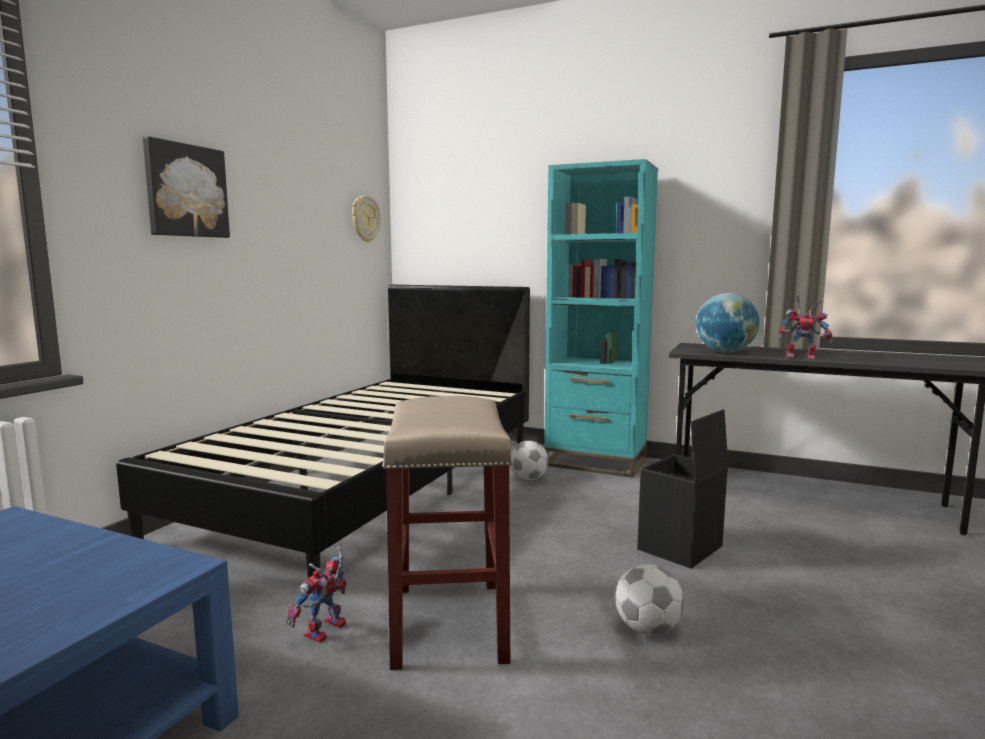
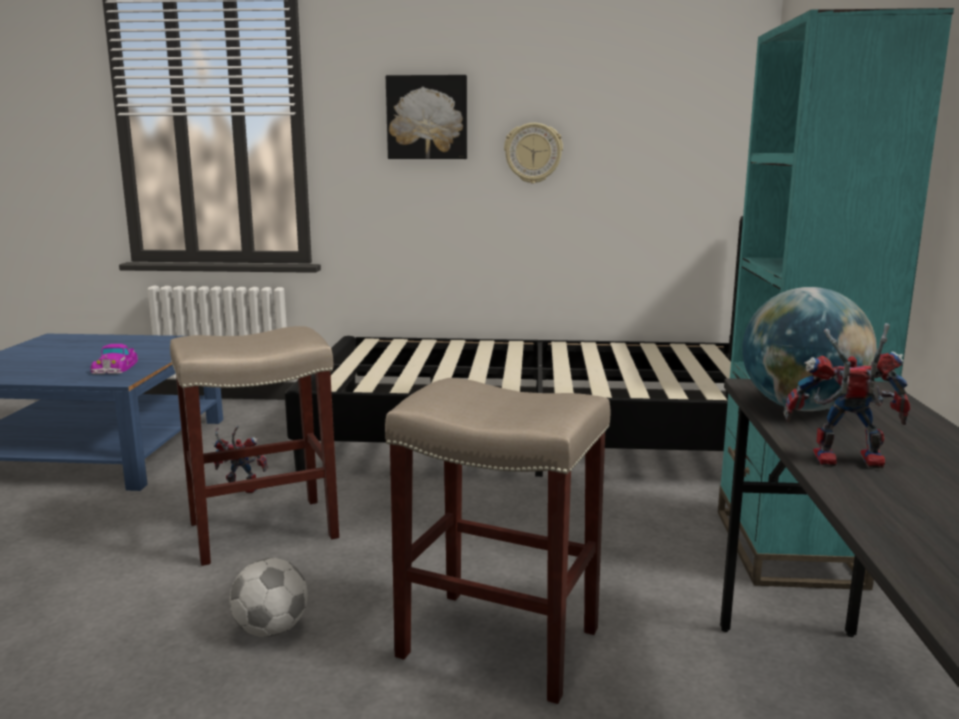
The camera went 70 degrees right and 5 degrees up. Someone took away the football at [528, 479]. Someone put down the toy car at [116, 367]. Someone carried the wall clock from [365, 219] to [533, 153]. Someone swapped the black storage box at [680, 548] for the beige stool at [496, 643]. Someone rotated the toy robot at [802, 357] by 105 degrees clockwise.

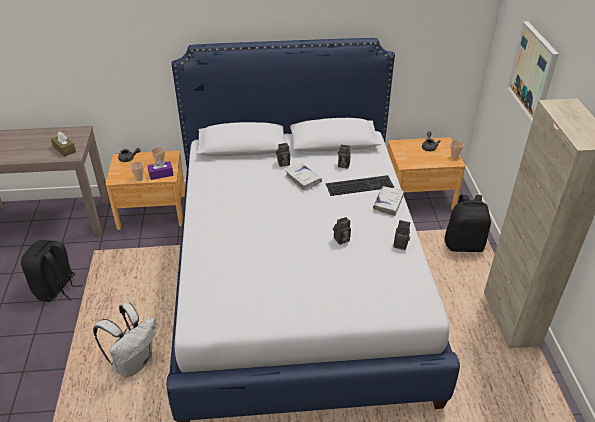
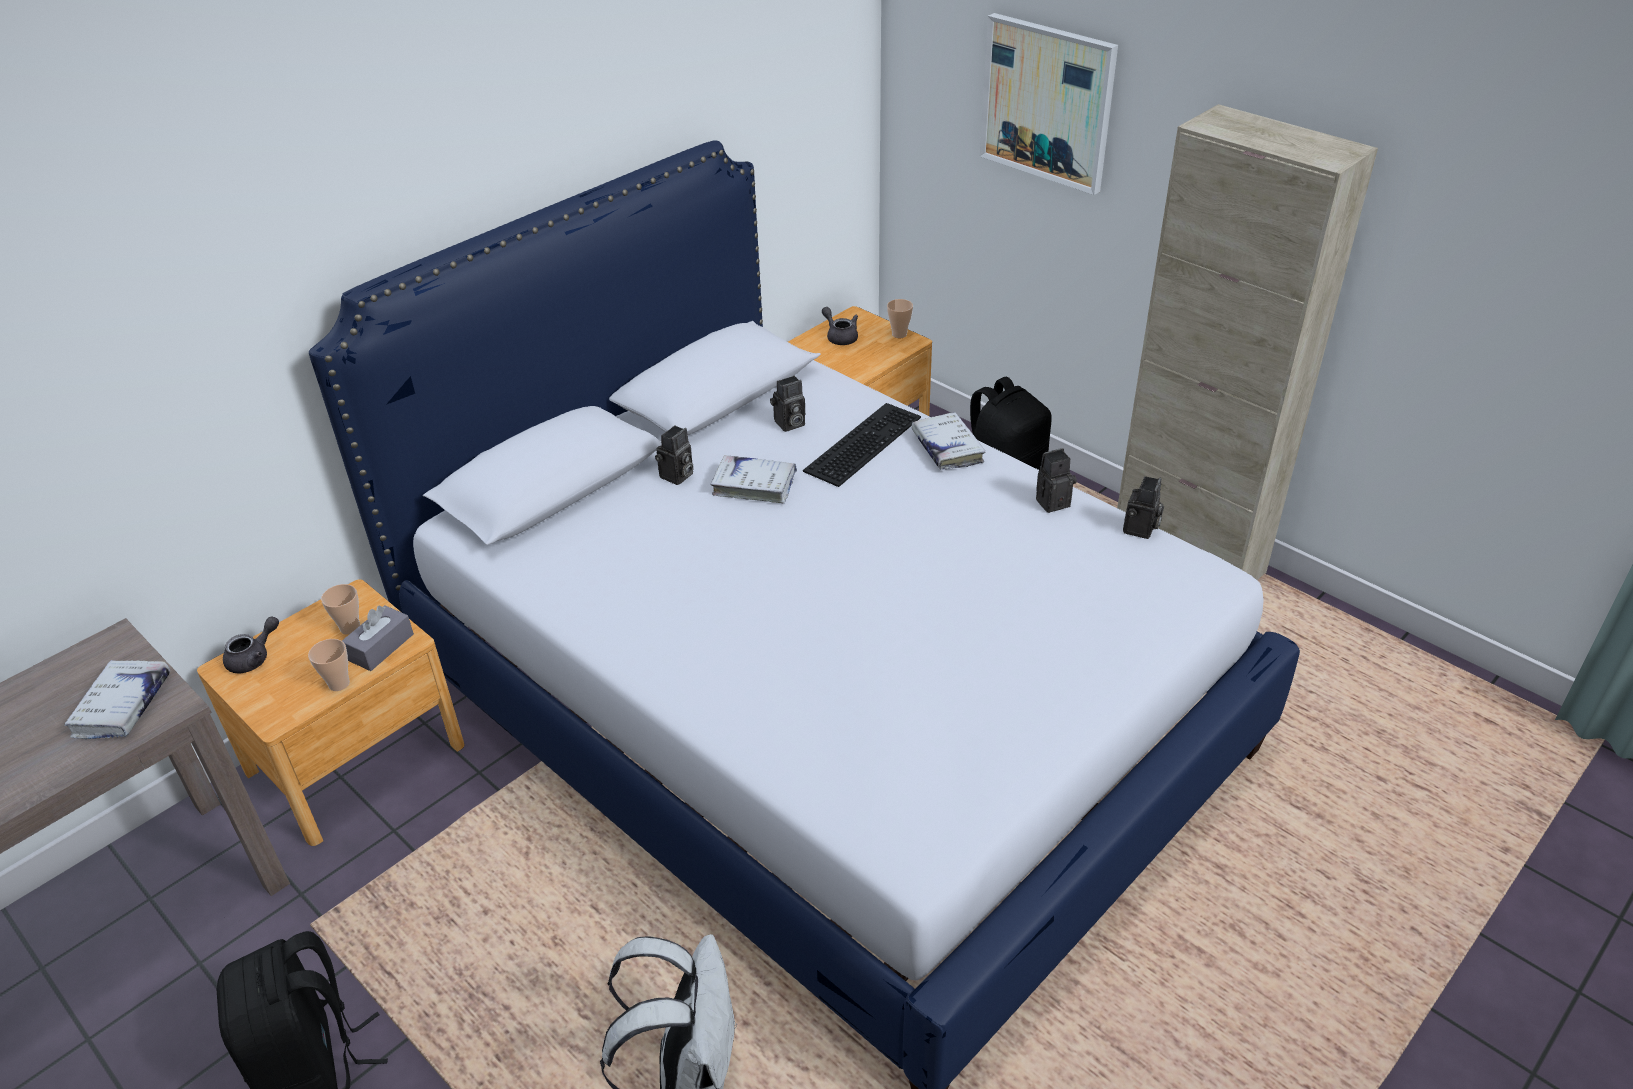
The camera went 40 degrees left and 0 degrees up. Someone carried the photo camera from [341, 240] to [1140, 530]. Someone swapped the brown tissue box at [64, 149] for the white book at [123, 706]. Someone repainted the purple tissue box at [161, 174], which became the grey tissue box at [381, 647].

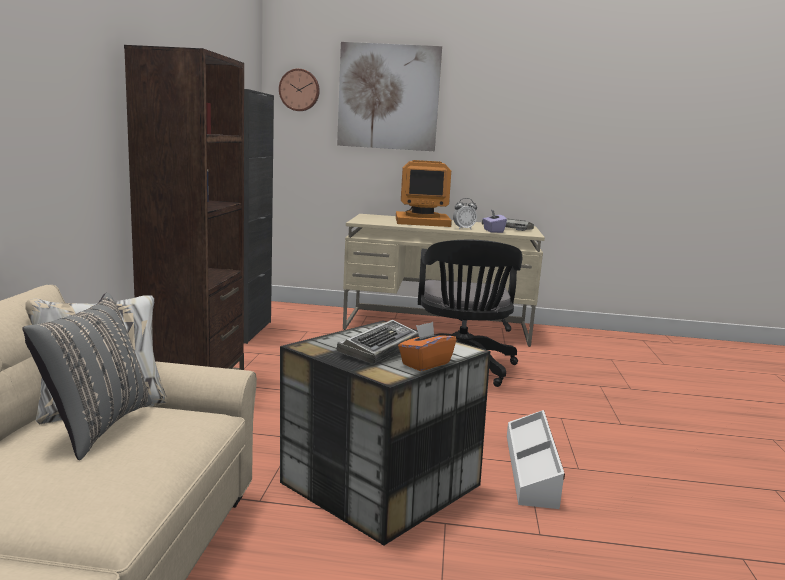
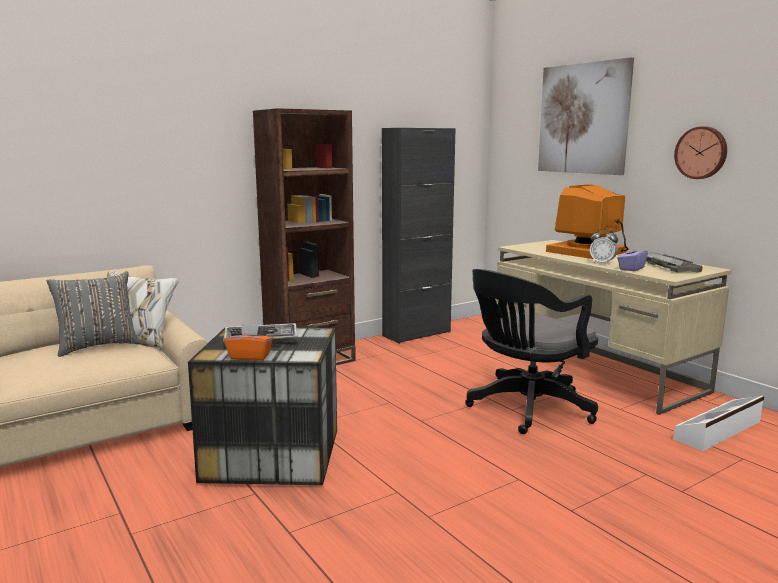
The camera went 50 degrees right and 0 degrees up. Someone carried the wall clock from [299, 90] to [701, 153]. Someone carried the white storage box from [532, 469] to [719, 430]. Someone rotated the monitor at [422, 221] by 90 degrees clockwise.

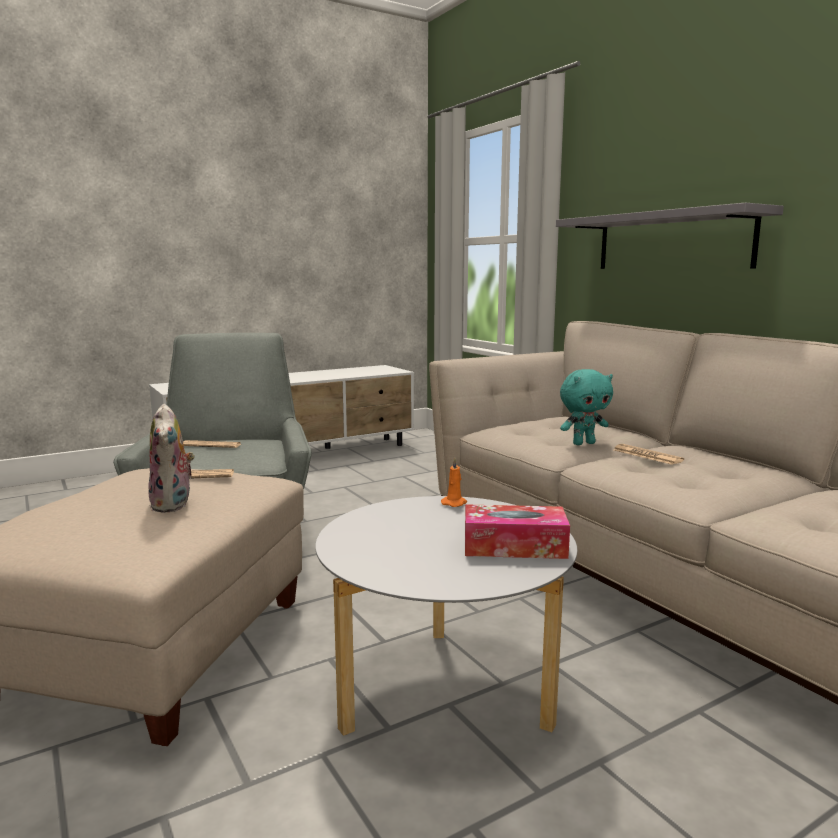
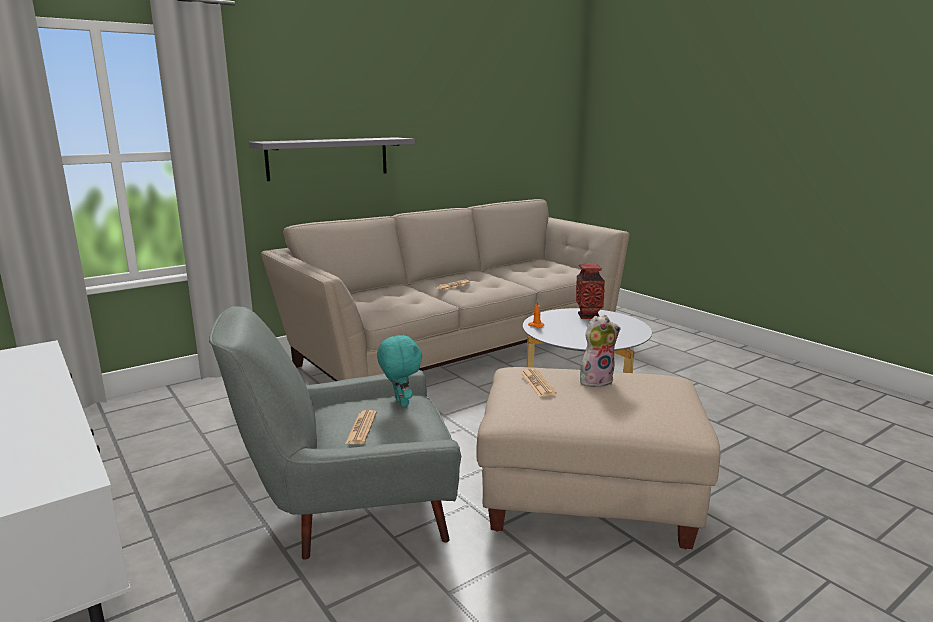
The camera went 95 degrees left and 5 degrees up. Someone carried the turquoise plush toy from [583, 443] to [400, 402]. Someone swapped the tissue box at [514, 546] for the vase at [588, 316].

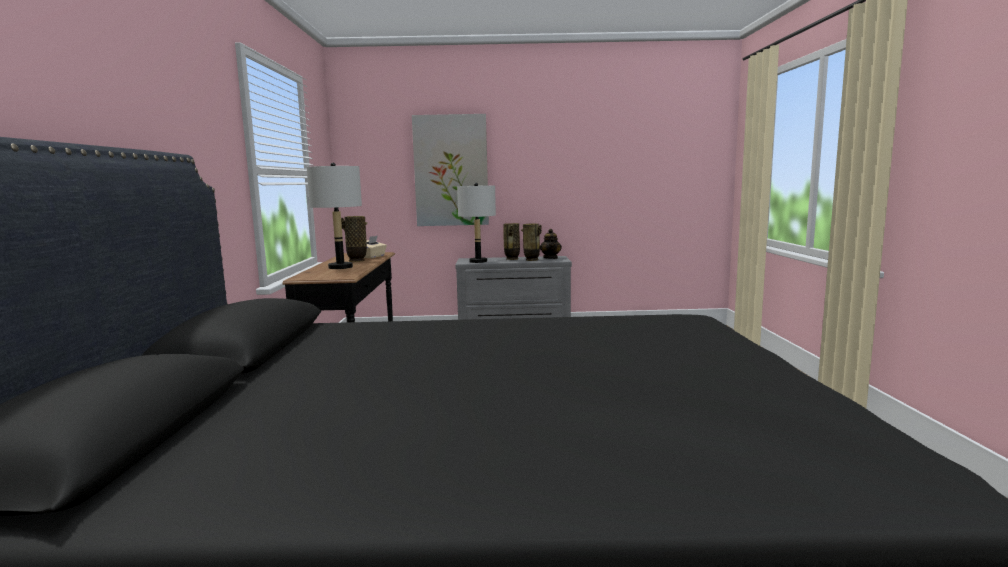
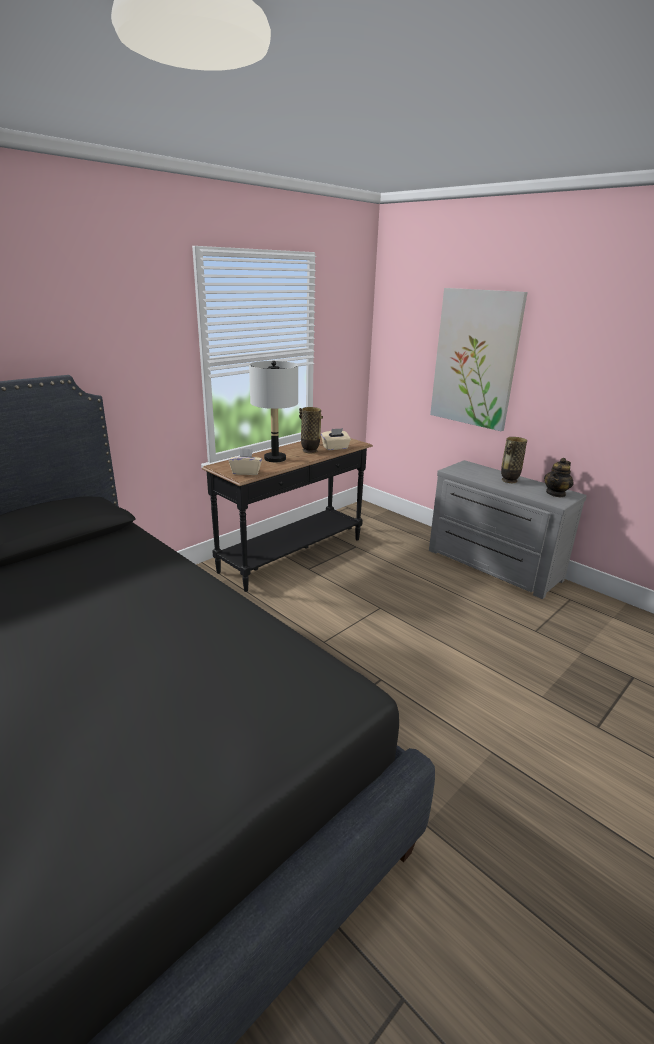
The camera went 45 degrees right and 15 degrees up. Someone took away the grey table lamp at [478, 261]. Someone took away the vase at [532, 260]. Someone put down the beige tissue box at [246, 472].

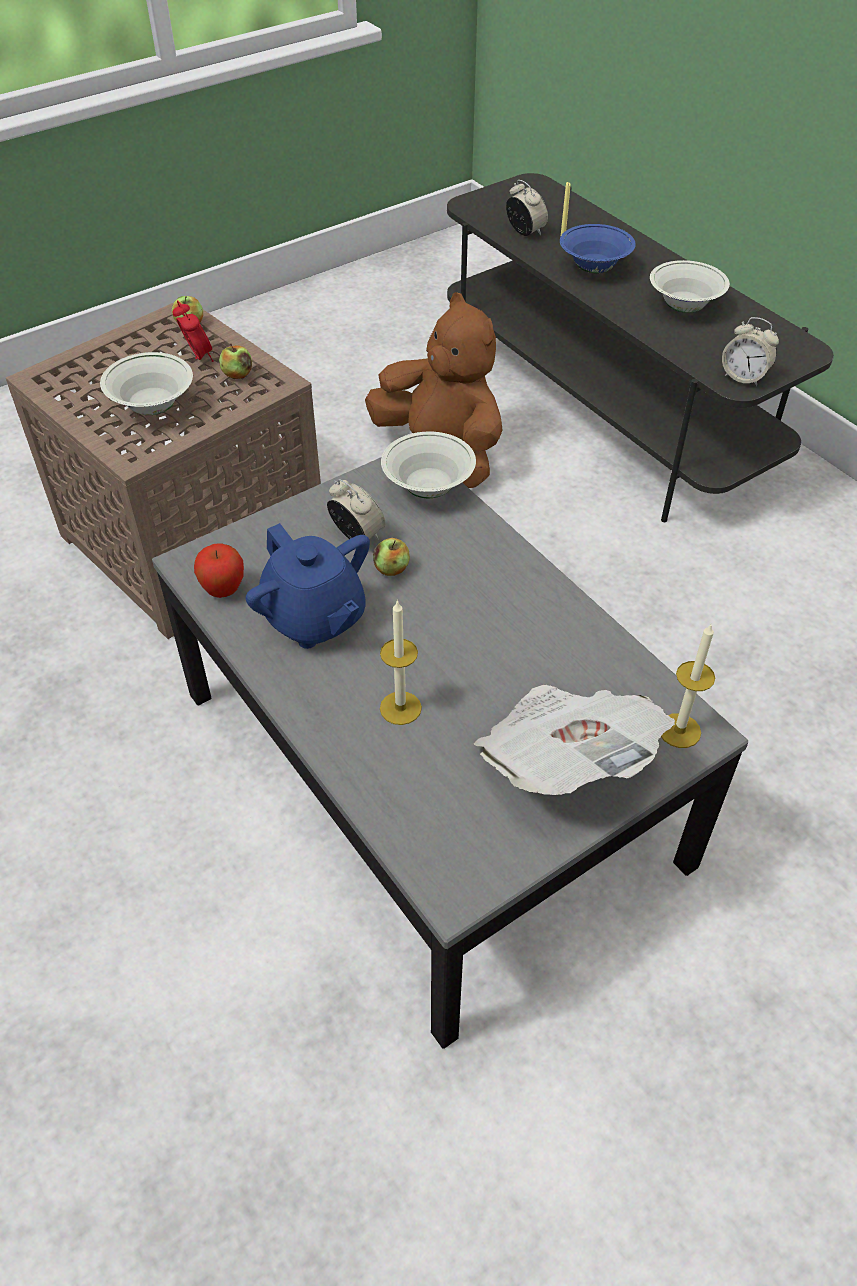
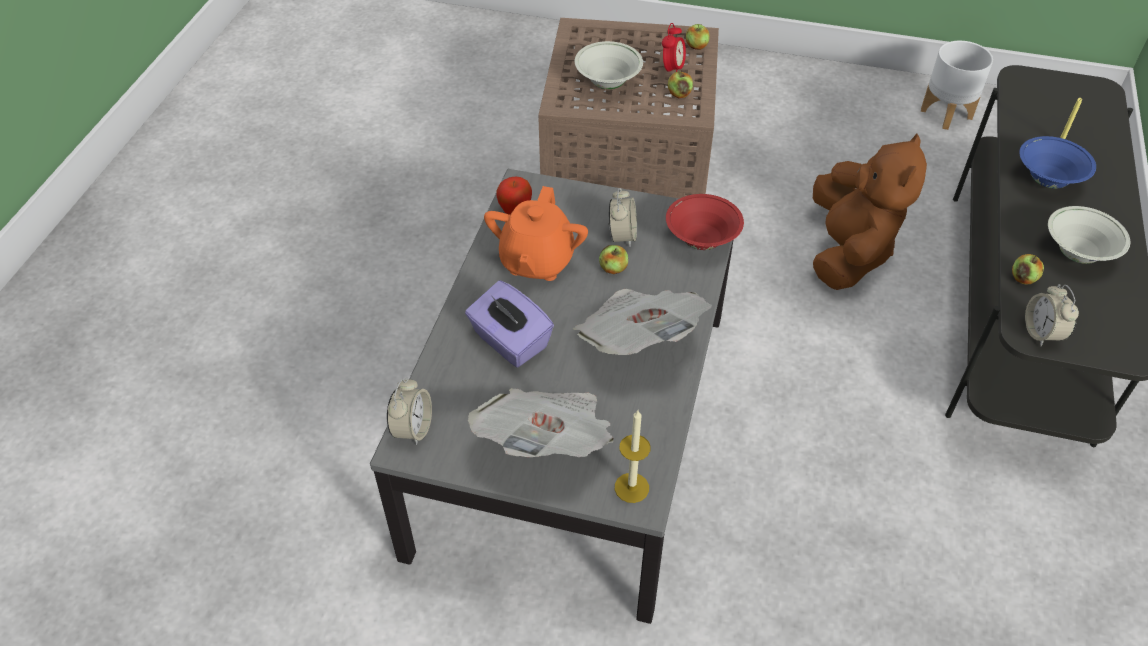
The camera went 50 degrees right and 0 degrees up. Someone put down the newspaper at [638, 340]. Someone put down the white planter at [945, 114]. Someone put down the apple at [1023, 278]. Someone carried the alarm clock from [525, 232] to [412, 429]. Someone swapped the candle at [400, 708] for the purple tissue box at [510, 341]. Someone repainted the blue teapot at [314, 618], which became the orange teapot at [536, 261]. Someone repainted the white bowl at [428, 489], which became the red bowl at [701, 241].

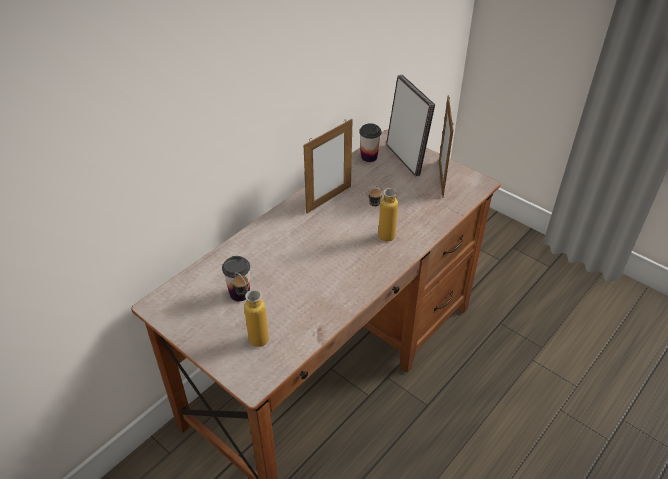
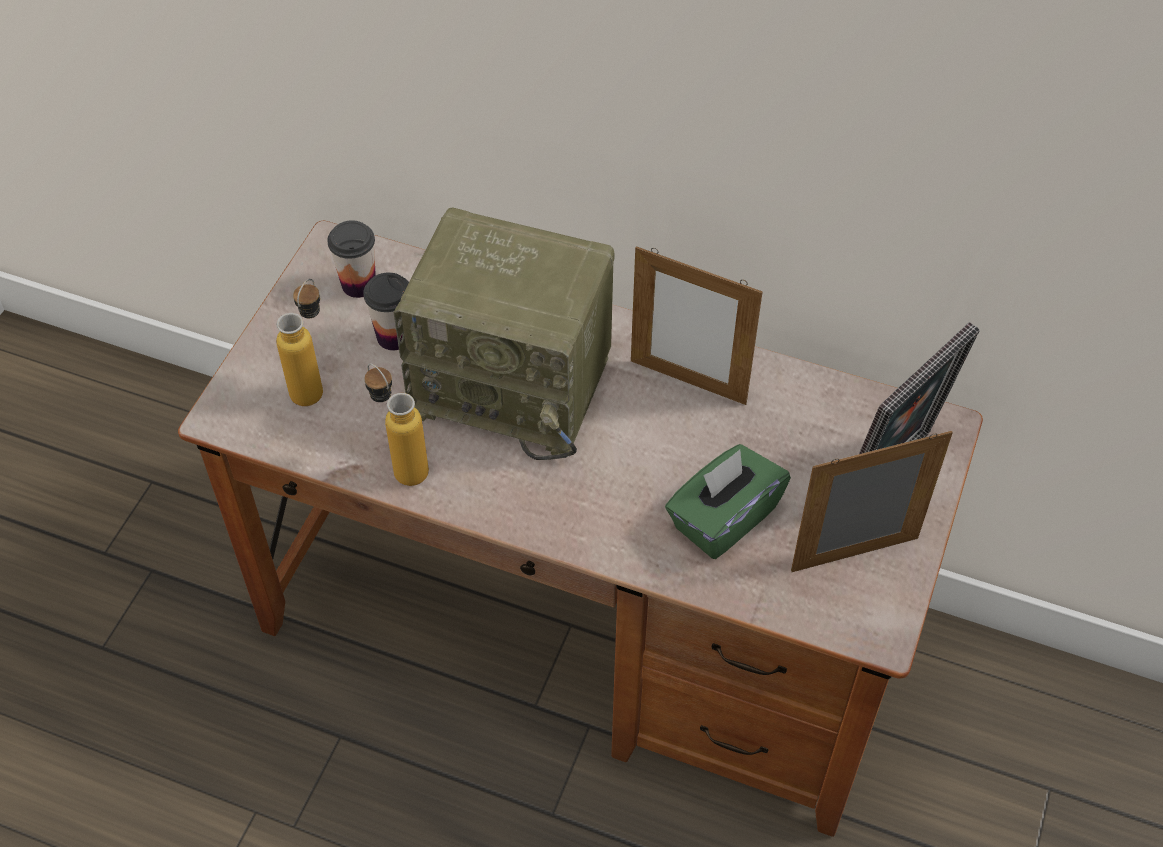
The camera went 70 degrees right and 10 degrees up. Someone put down the radio at [516, 384]. Someone put down the green tissue box at [723, 518]. Someone carried the cup from [369, 157] to [358, 284]. Someone carried the bottle from [380, 238] to [402, 464].

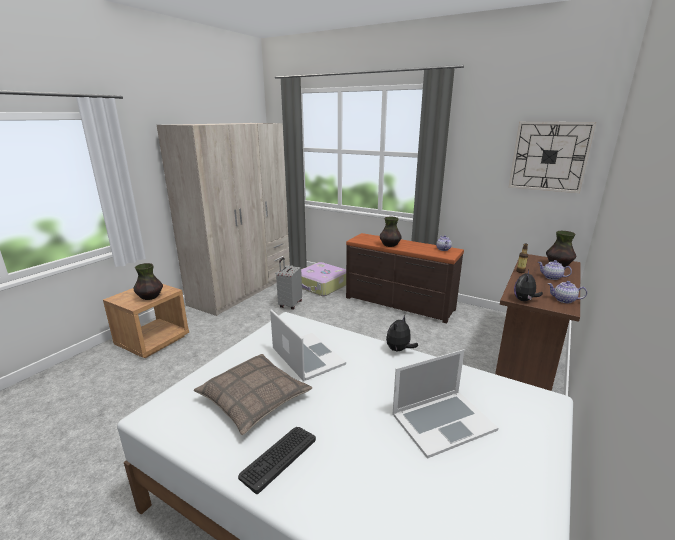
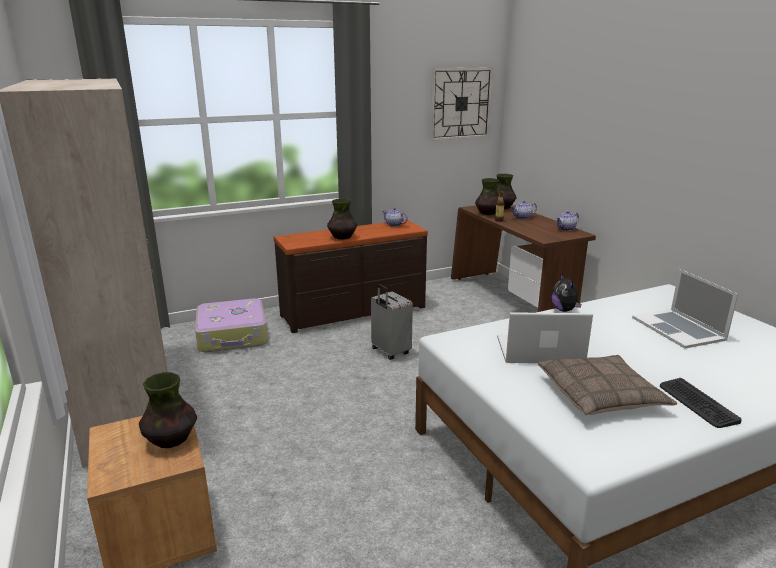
The camera went 55 degrees left and 0 degrees up. Someone took away the plush toy at [524, 300]. Someone put down the vase at [488, 213]. Someone carried the grey suitcase from [290, 304] to [390, 352]. Someone rotated the laptop at [443, 421] by 150 degrees clockwise.

